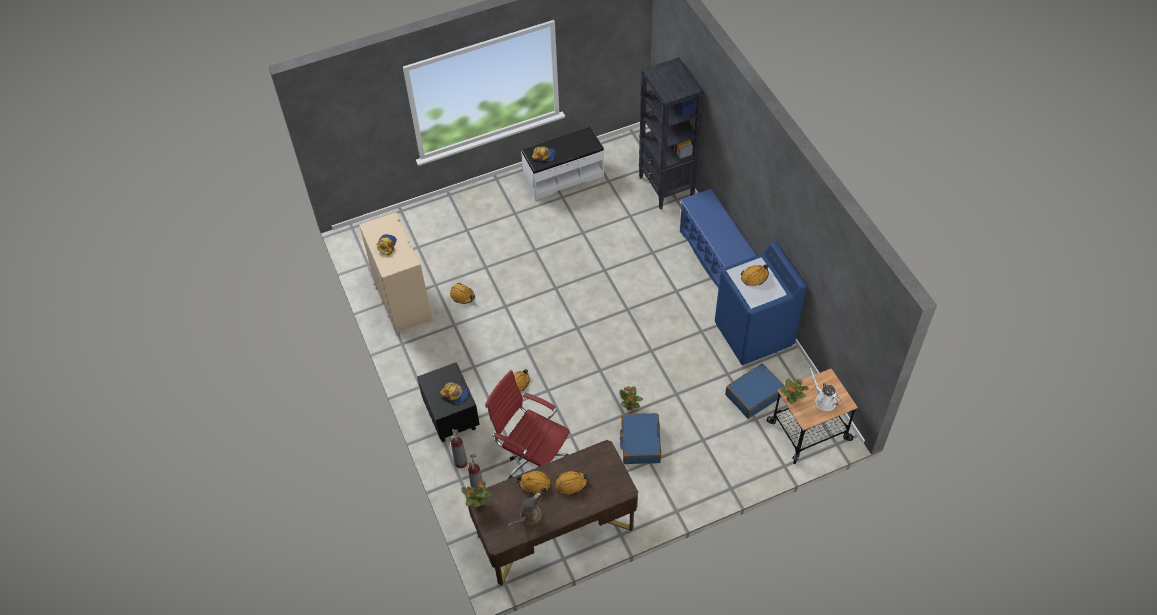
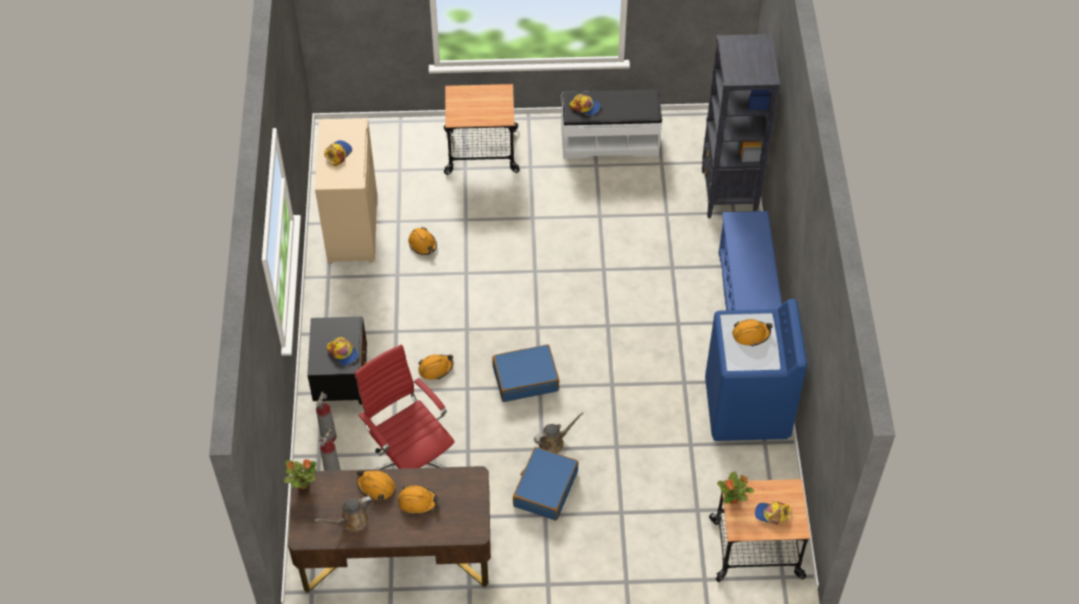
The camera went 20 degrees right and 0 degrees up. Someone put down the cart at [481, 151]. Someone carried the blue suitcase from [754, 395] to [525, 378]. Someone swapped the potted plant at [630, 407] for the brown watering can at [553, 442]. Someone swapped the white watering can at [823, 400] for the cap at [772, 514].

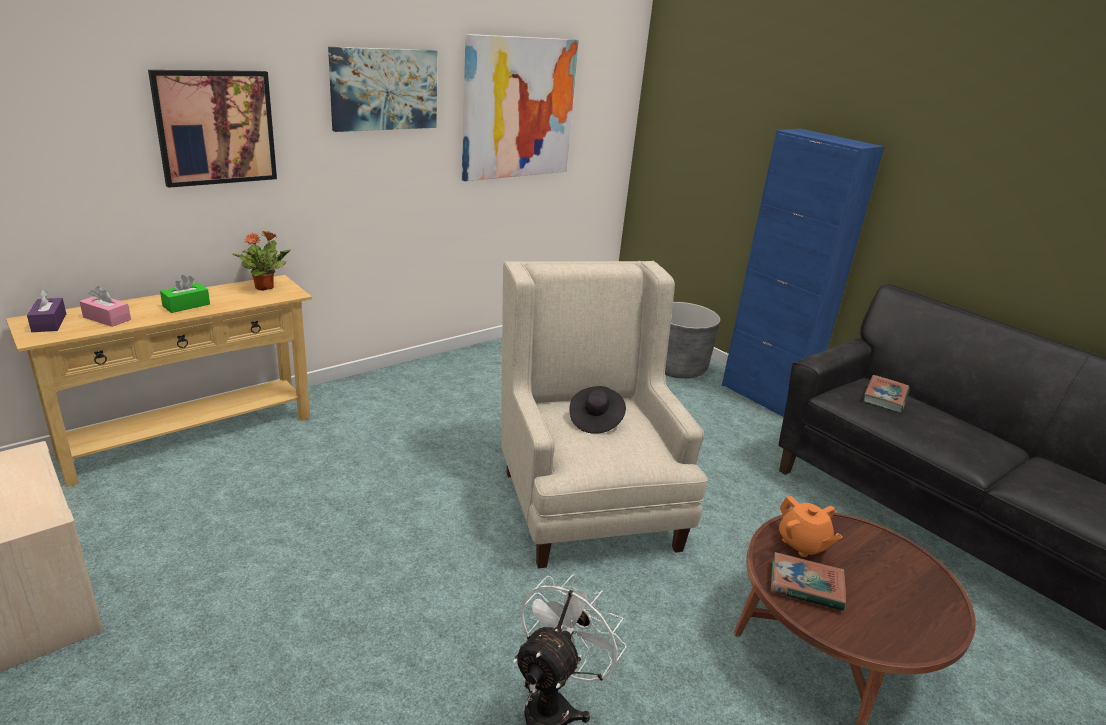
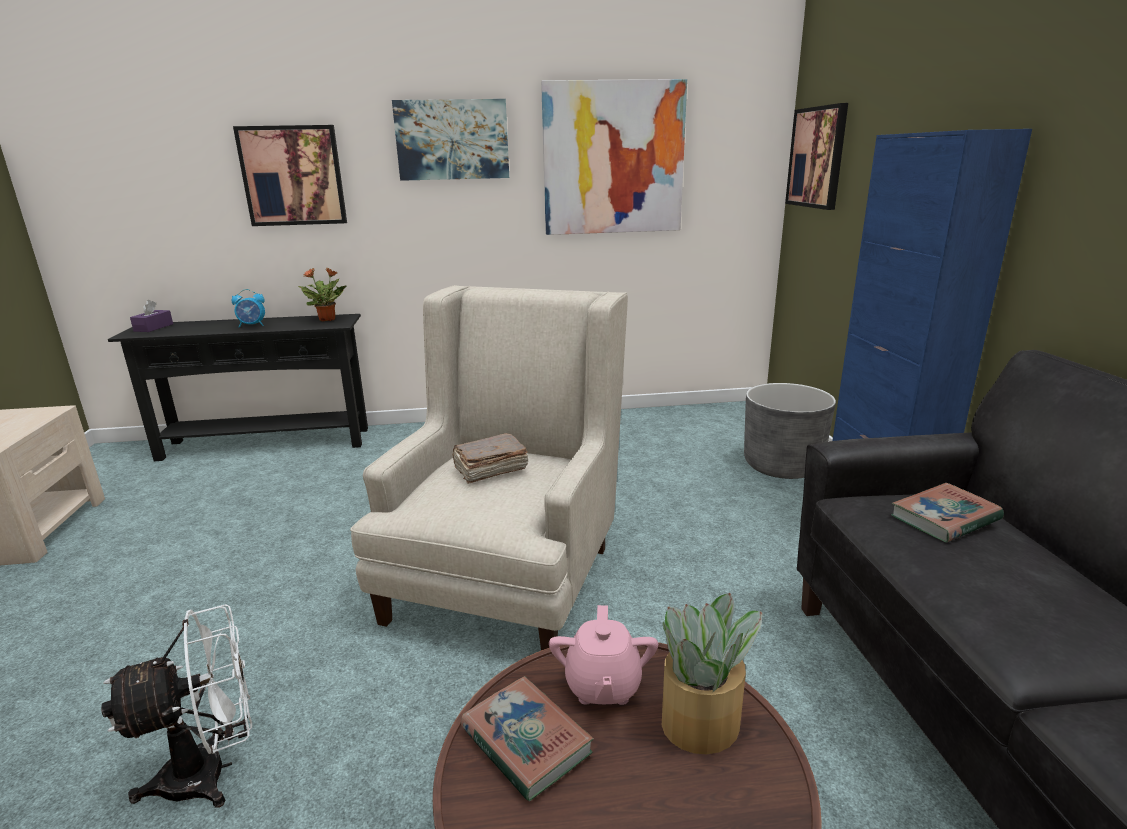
The camera went 35 degrees right and 5 degrees down. Someone took away the pink tissue box at [107, 318]. Someone put down the potted plant at [702, 723]. Someone put up the picture at [817, 157]. Someone swapped the green tissue box at [186, 305] for the alarm clock at [252, 325]. Someone swapped the black hat at [595, 420] for the brown book at [489, 469]. Someone repainted the beige console table at [191, 436], which became the black console table at [266, 443]. Someone repainted the orange teapot at [802, 544], which became the pink teapot at [602, 686].

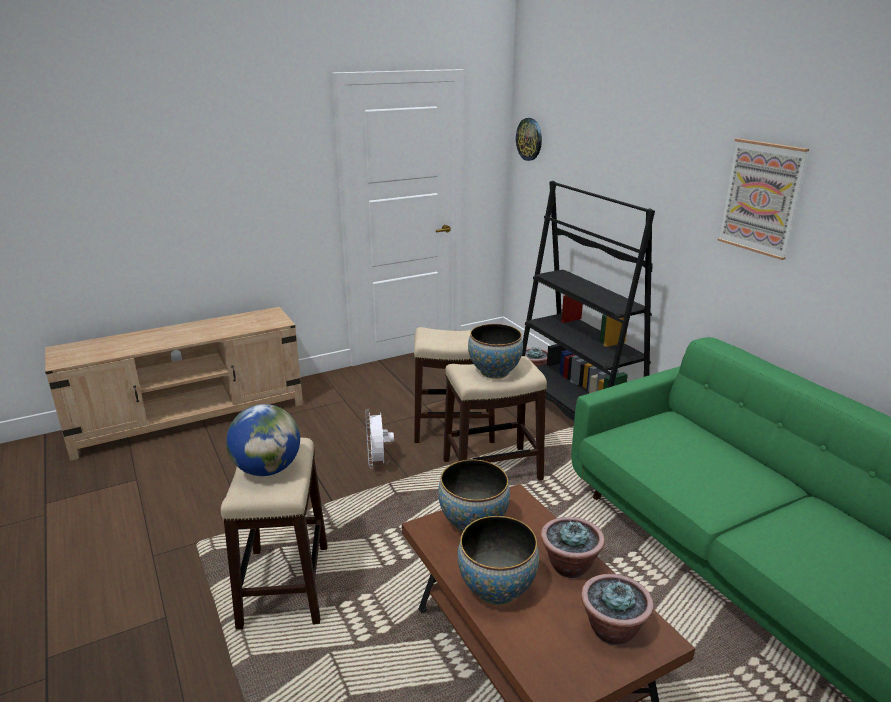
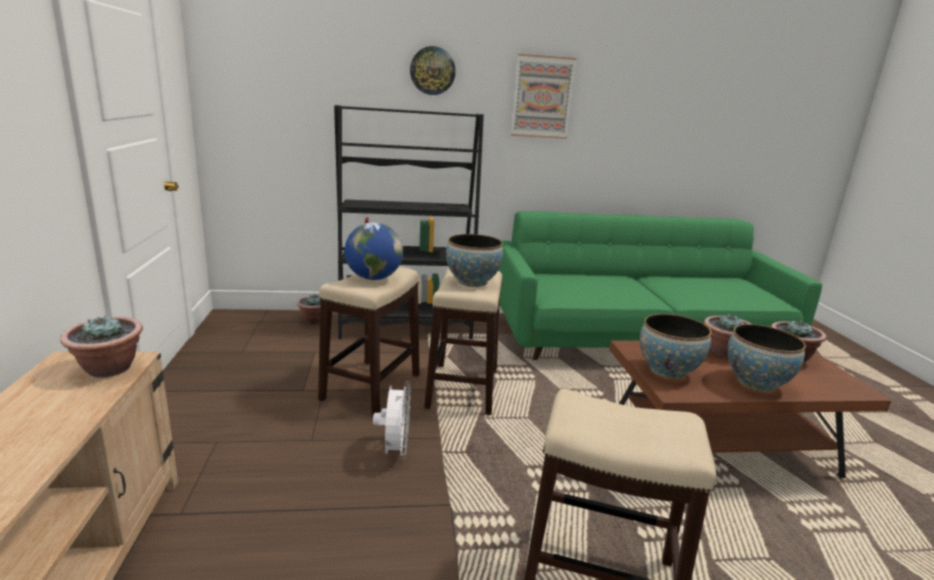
The camera went 70 degrees left and 5 degrees down. Someone put down the potted plant at [109, 369]. Someone carried the globe from [267, 469] to [373, 278]. Someone carried the wall clock from [529, 139] to [432, 71]. Someone rotated the white fan at [378, 462] by 105 degrees counterclockwise.

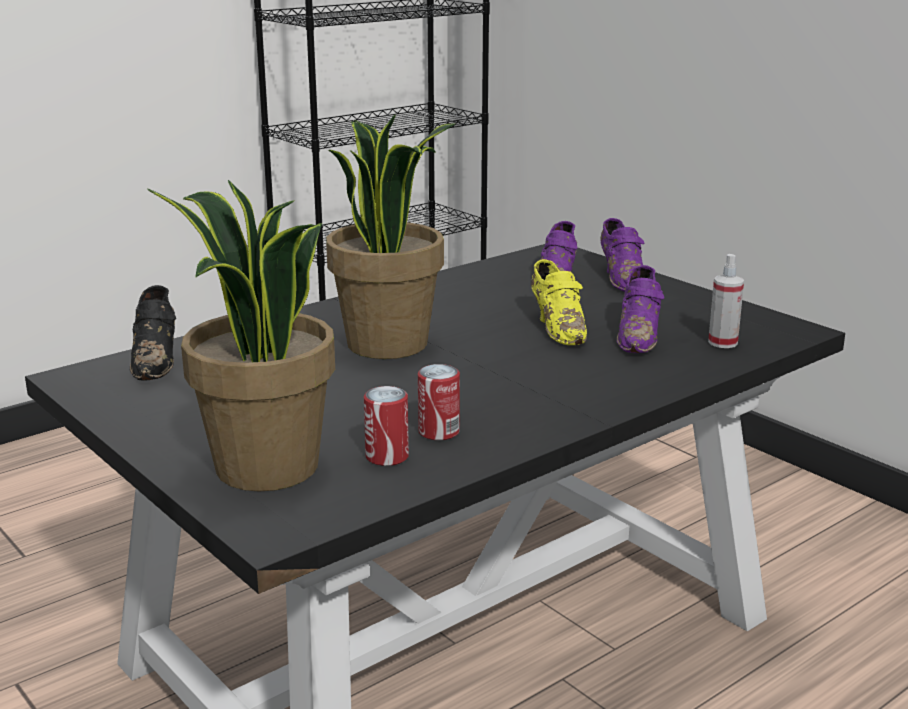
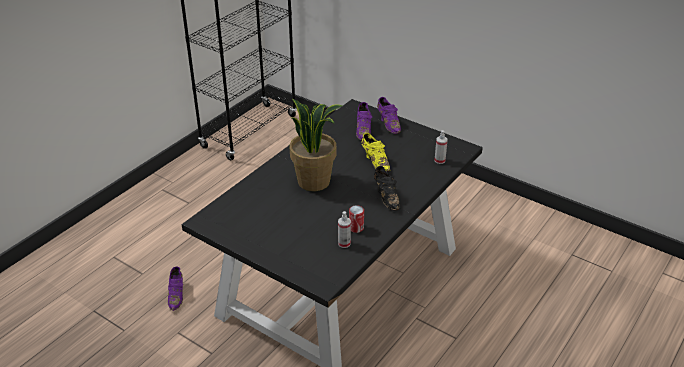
The camera went 15 degrees left and 15 degrees up. Someone took away the potted plant at [265, 468]. Someone carried the black shoe from [156, 360] to [386, 197]. Someone carried the purple shoe from [639, 335] to [177, 295]. Someone swapped the can at [387, 456] for the spray bottle at [344, 243].

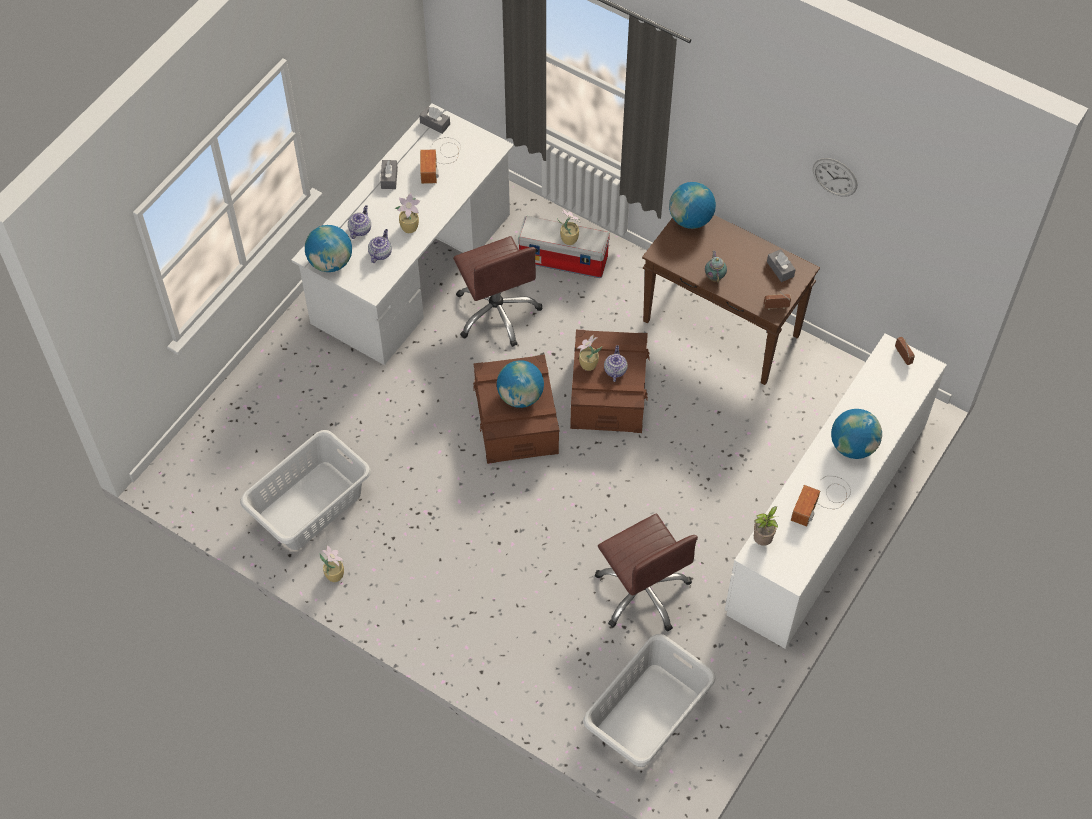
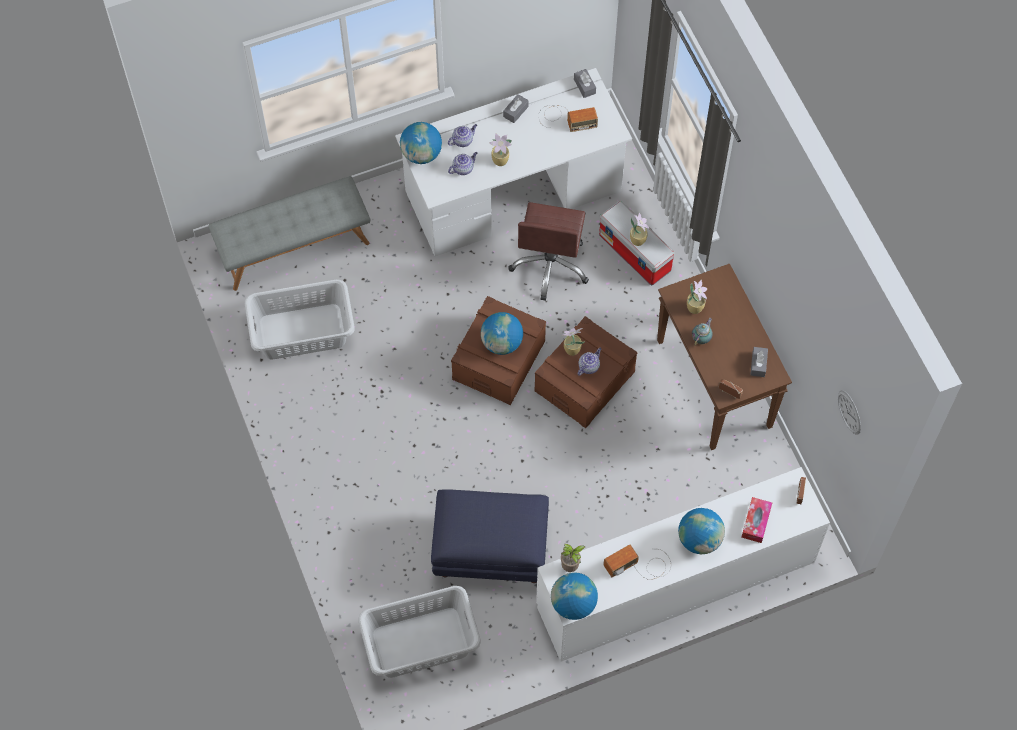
The camera went 35 degrees right and 5 degrees up. Someone put down the grey bench at [294, 247]. Someone put down the tissue box at [756, 522]. Someone carried the potted plant from [335, 574] to [695, 307]. Someone carried the globe from [690, 219] to [573, 604]. Someone carried the wall clock from [835, 177] to [849, 412]. Someone swapped the brown office chair at [643, 591] for the blue ottoman at [489, 550]. Someone rotated the radio at [440, 159] by 135 degrees counterclockwise.

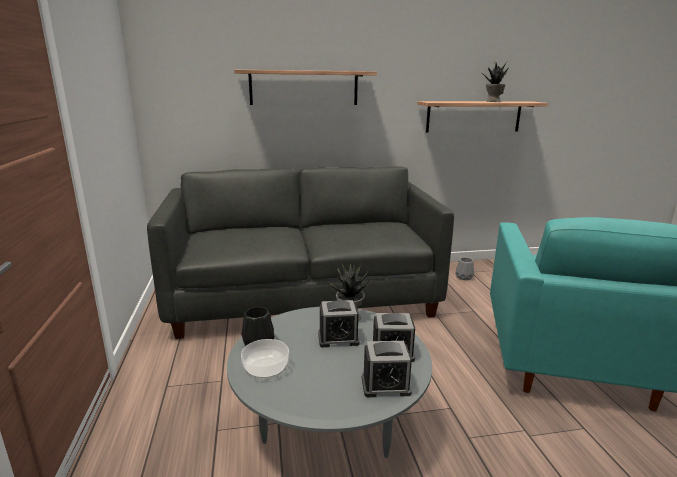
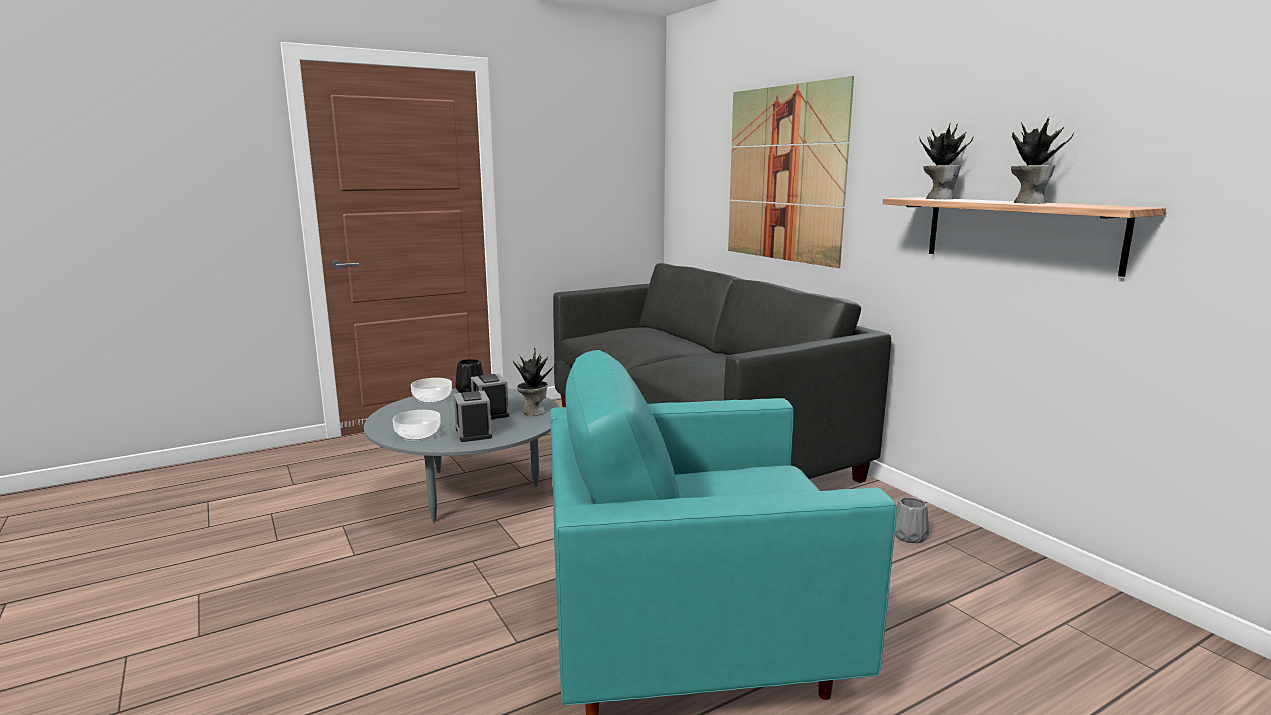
The camera went 70 degrees right and 5 degrees down. Someone put down the potted plant at [938, 198]. Someone swapped the shelf at [304, 88] for the picture at [784, 174]. Someone swapped the alarm clock at [385, 385] for the bowl at [418, 435].

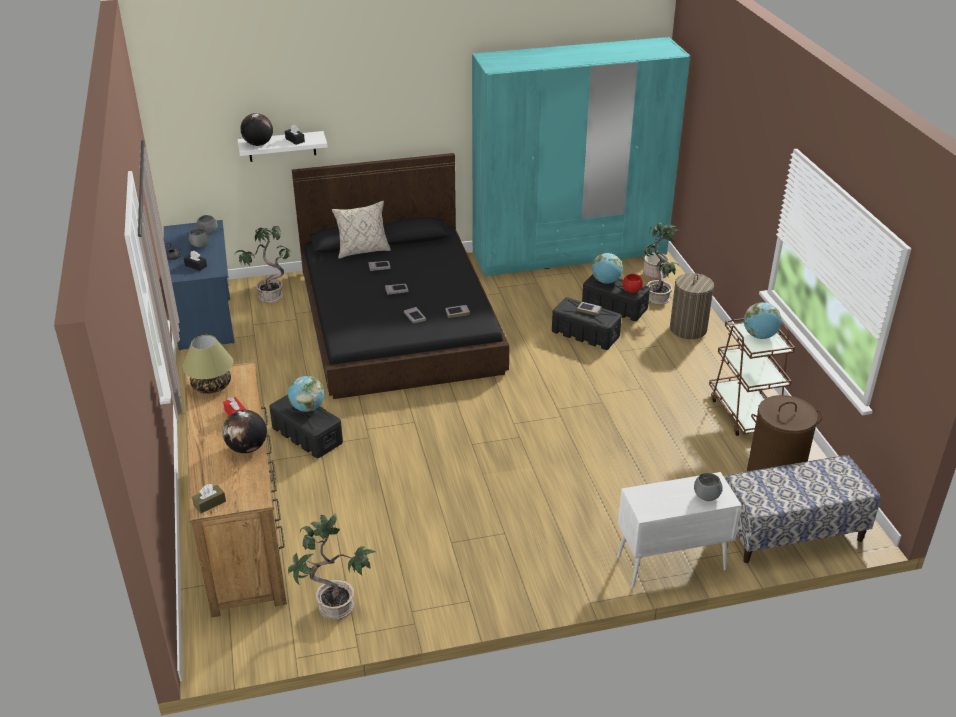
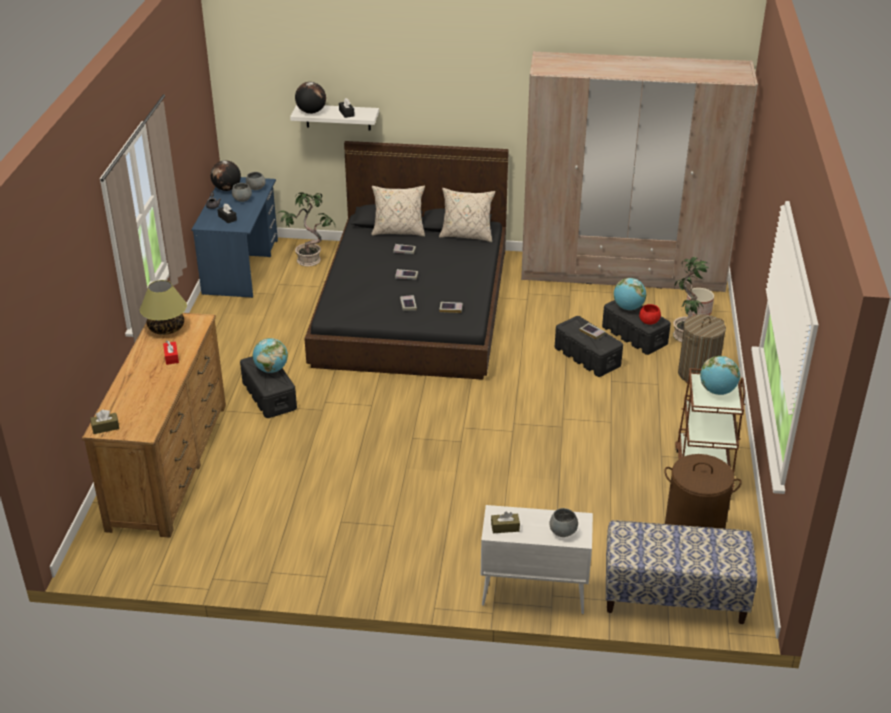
The camera went 20 degrees right and 0 degrees up. Someone took away the potted plant at [335, 608]. Someone put down the beige pillow at [466, 235]. Someone put down the brown tissue box at [505, 527]. Someone carried the globe from [247, 448] to [227, 189]. Someone repainted the turquoise wardrobe at [570, 253], which became the beige wardrobe at [622, 272].

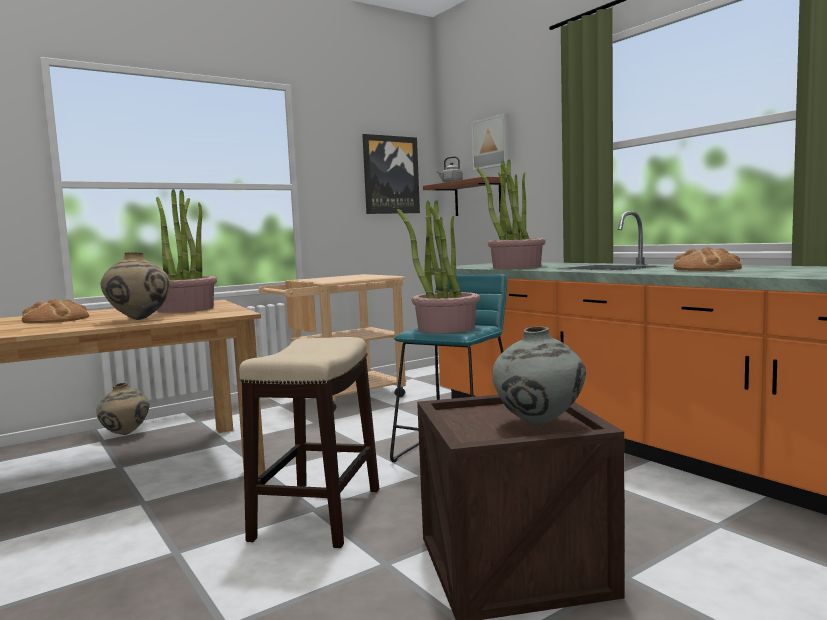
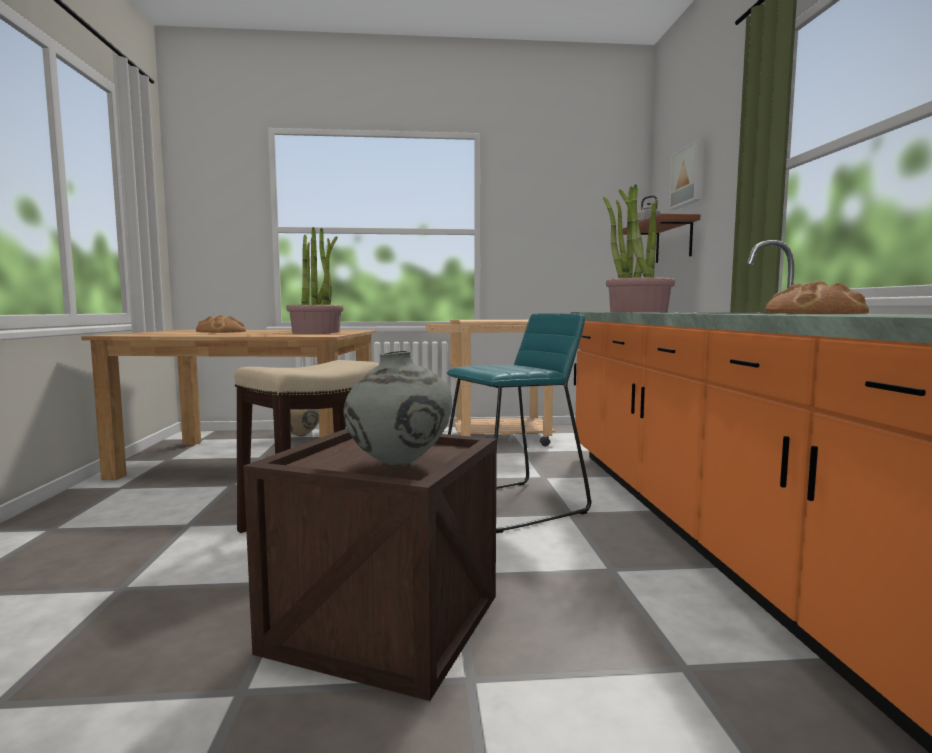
The camera went 30 degrees right and 0 degrees up. Someone took away the beige vase at [138, 319]. Someone took away the picture at [390, 175]. Someone took away the potted plant at [445, 328].

